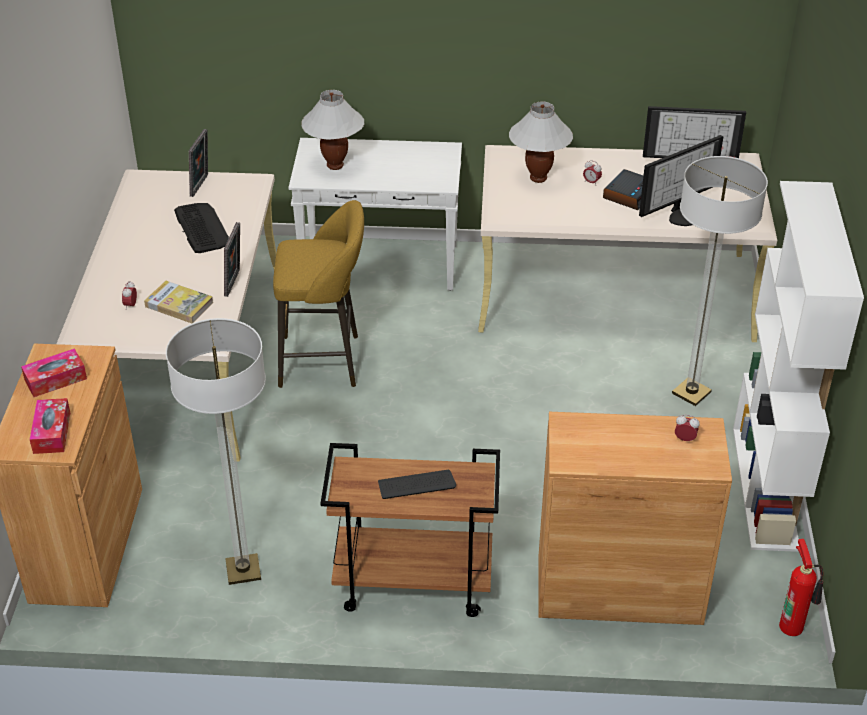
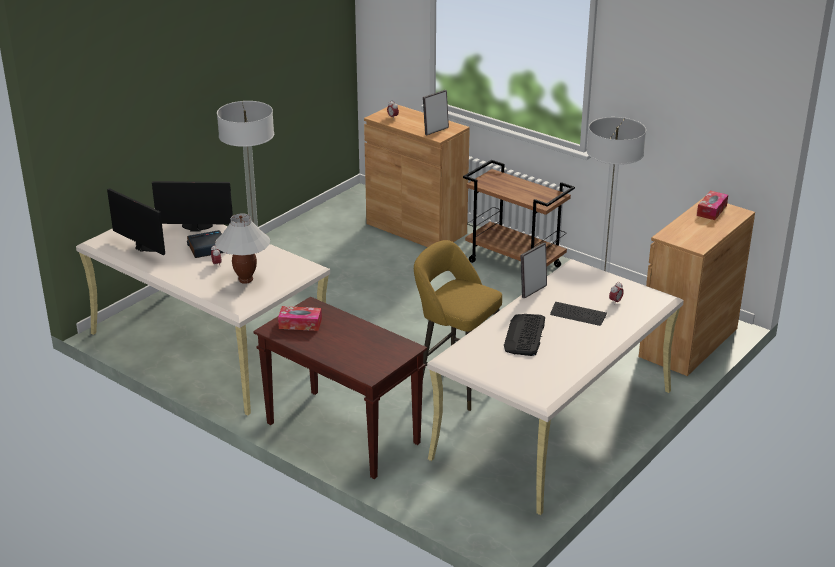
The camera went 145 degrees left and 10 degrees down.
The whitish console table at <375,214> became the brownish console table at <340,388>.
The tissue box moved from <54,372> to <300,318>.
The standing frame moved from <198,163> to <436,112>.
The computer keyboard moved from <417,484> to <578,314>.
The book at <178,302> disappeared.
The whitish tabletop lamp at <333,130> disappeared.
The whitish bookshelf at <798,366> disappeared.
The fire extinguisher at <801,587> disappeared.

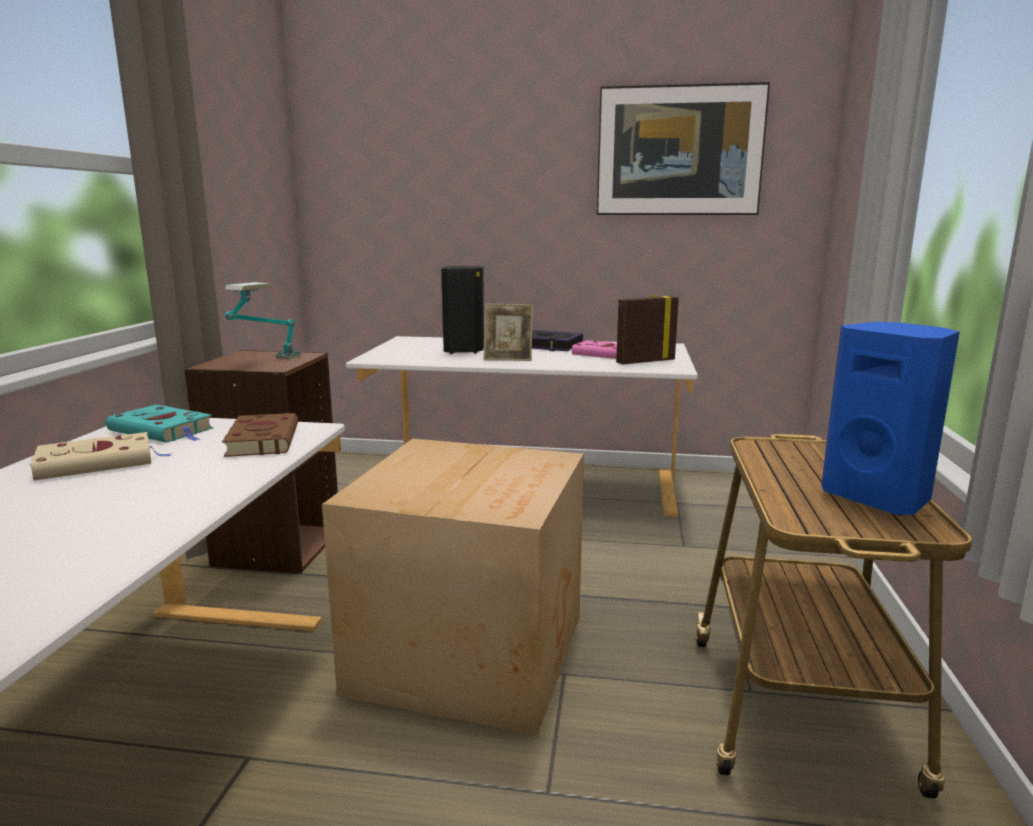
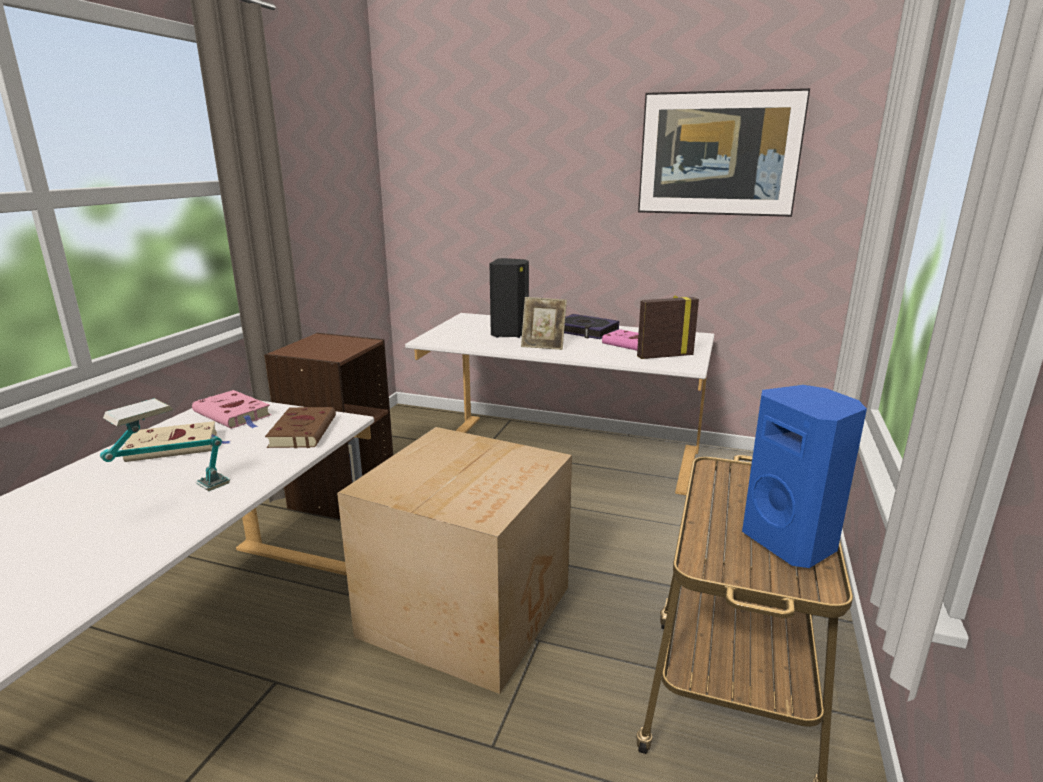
The camera went 10 degrees right and 5 degrees up.
The tabletop lamp moved from <263,320> to <165,444>.
The blue-green book at <159,424> became the pink-coloured book at <231,409>.

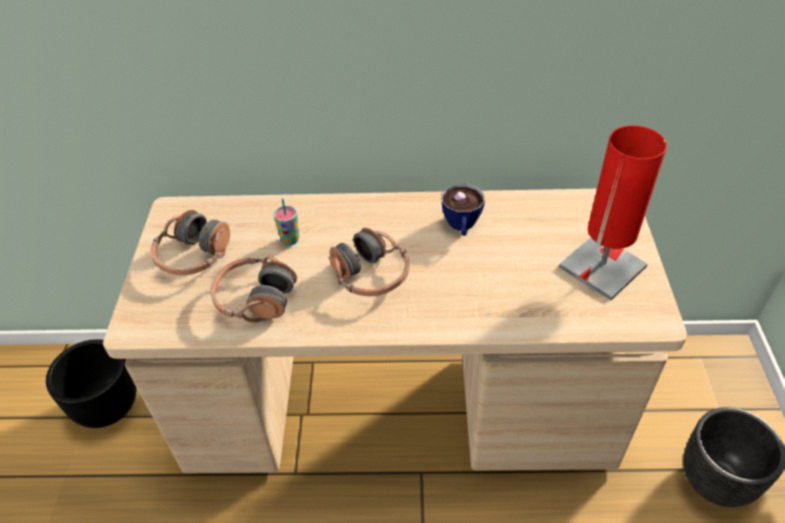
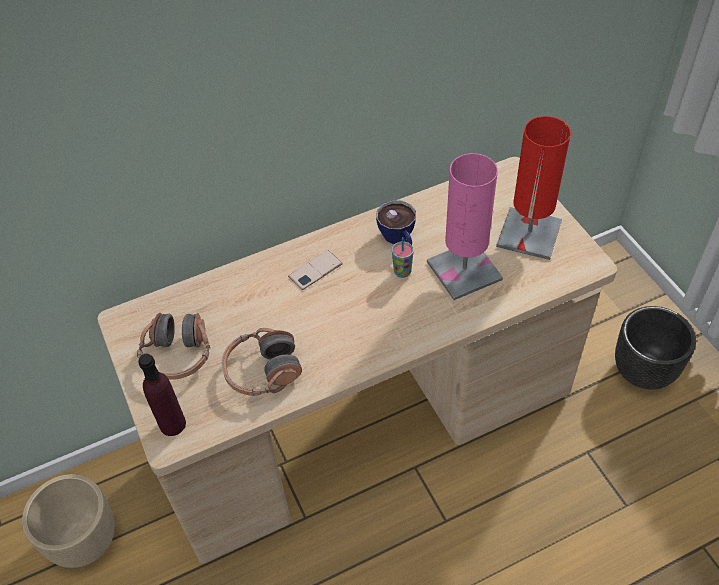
The camera went 25 degrees left and 5 degrees up.
The black planter at <91,383> became the beige-coloured planter at <68,521>.
The purple drink bottle at <162,395> appeared.
The telephone at <315,270> appeared.
The cup moved from <286,222> to <403,257>.
The pink-coloured tabletop lamp at <465,226> appeared.
The headphones at <369,262> disappeared.

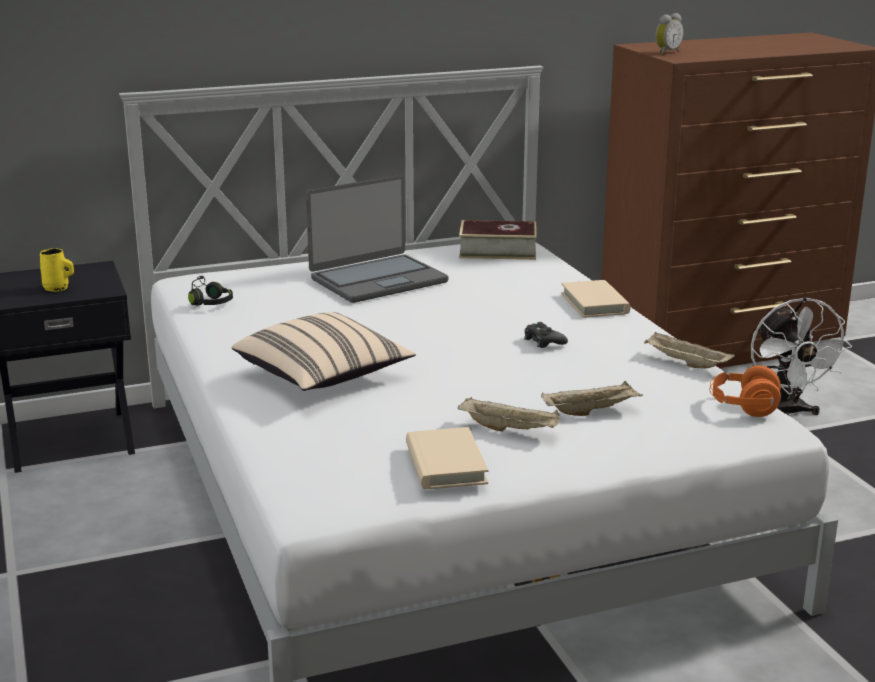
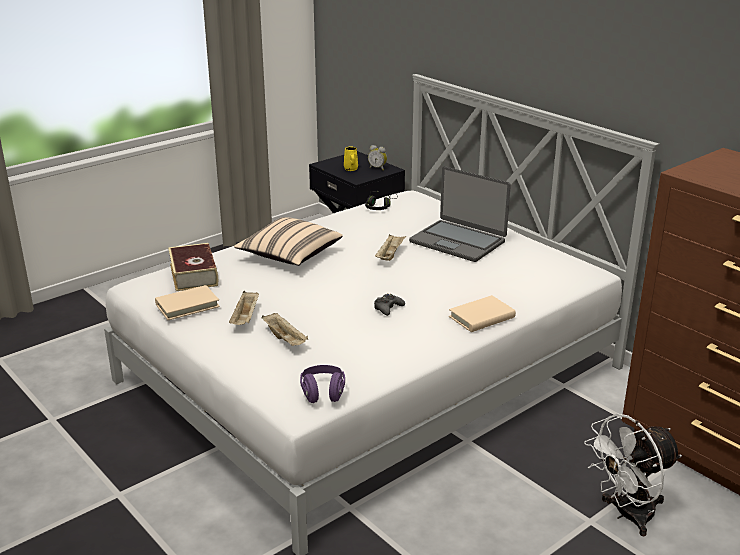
The camera went 70 degrees right and 5 degrees up.
The book moved from <498,240> to <193,267>.
The orangey headphones at <745,391> became the purple headphones at <322,384>.
The alarm clock moved from <669,34> to <377,157>.
The beige-coloured serving tray moved from <689,350> to <390,247>.

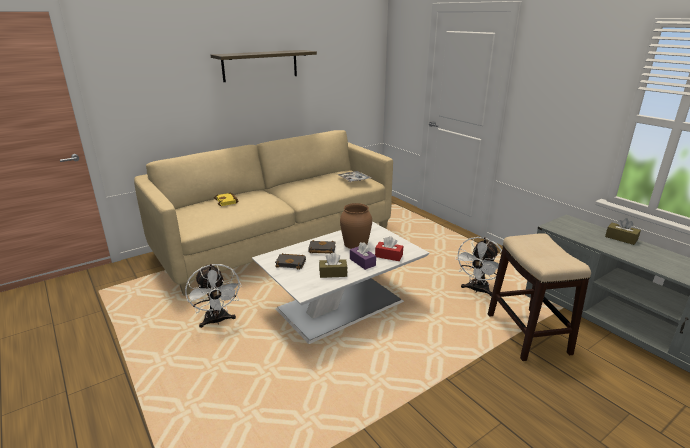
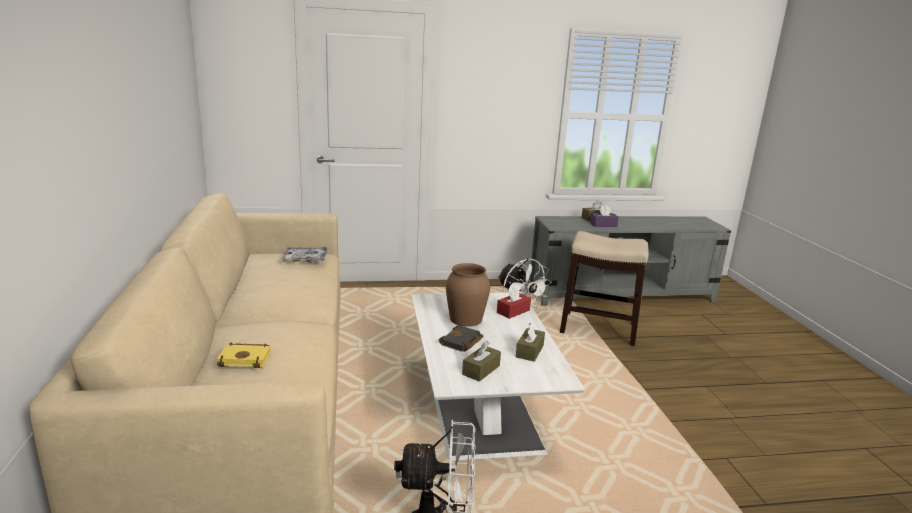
The camera went 65 degrees left and 5 degrees down.
The black book at <290,261> was replaced by the brownish tissue box at <481,361>.
The purple tissue box moved from <363,256> to <604,216>.
The bracket shelf at <264,66> disappeared.

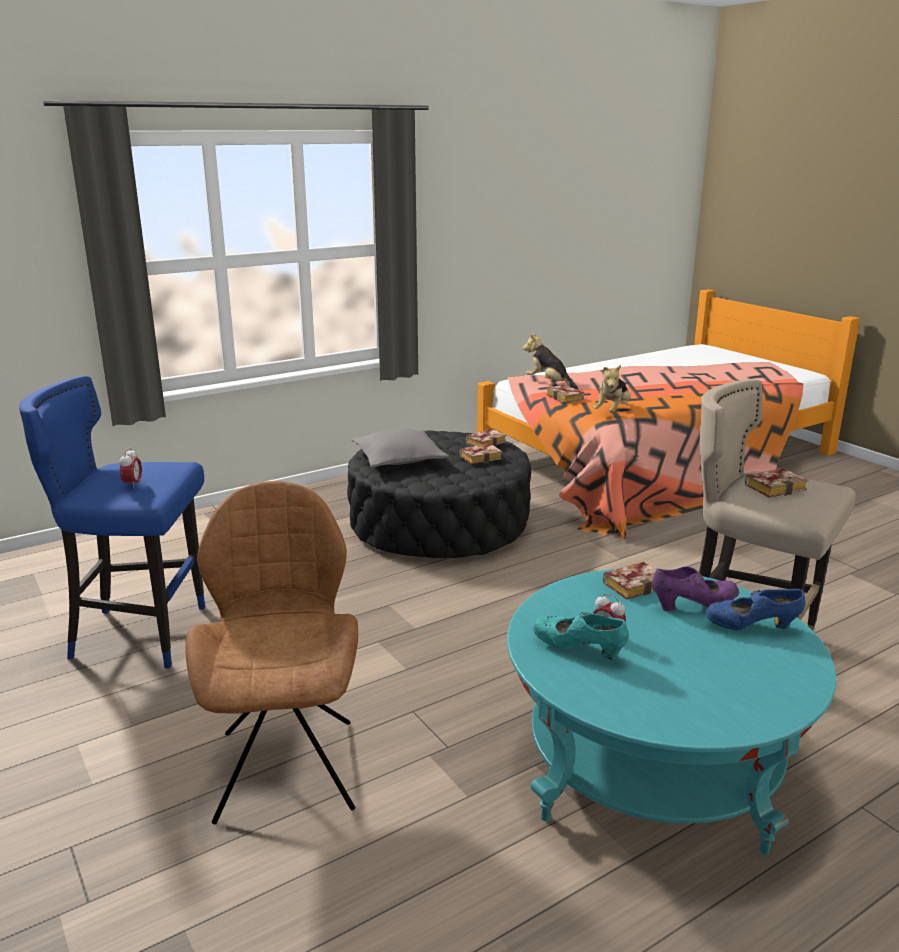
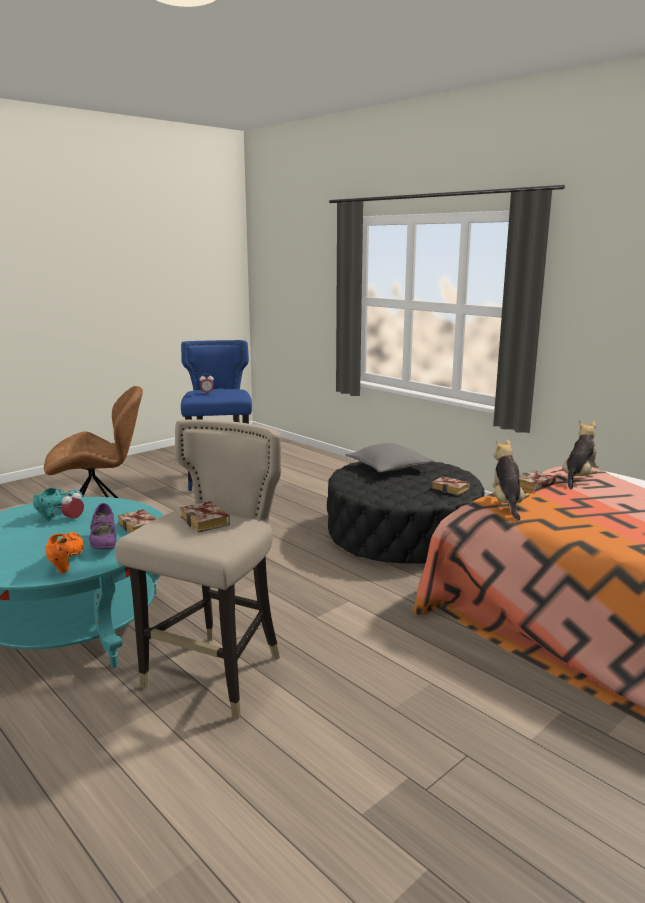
The camera went 80 degrees right and 5 degrees down.
The bluish low shoe at <755,609> became the orangey low shoe at <65,553>.
The cuddly toy at <612,389> turned 75 degrees clockwise.
The book at <481,454> disappeared.

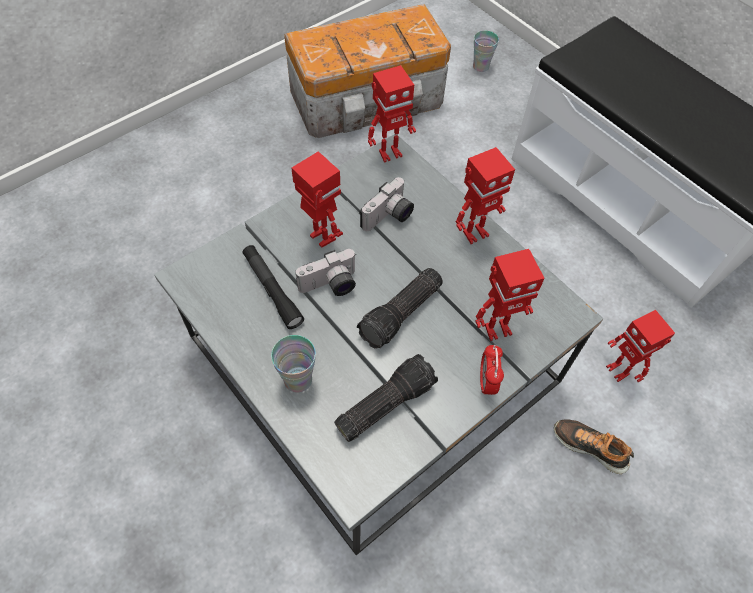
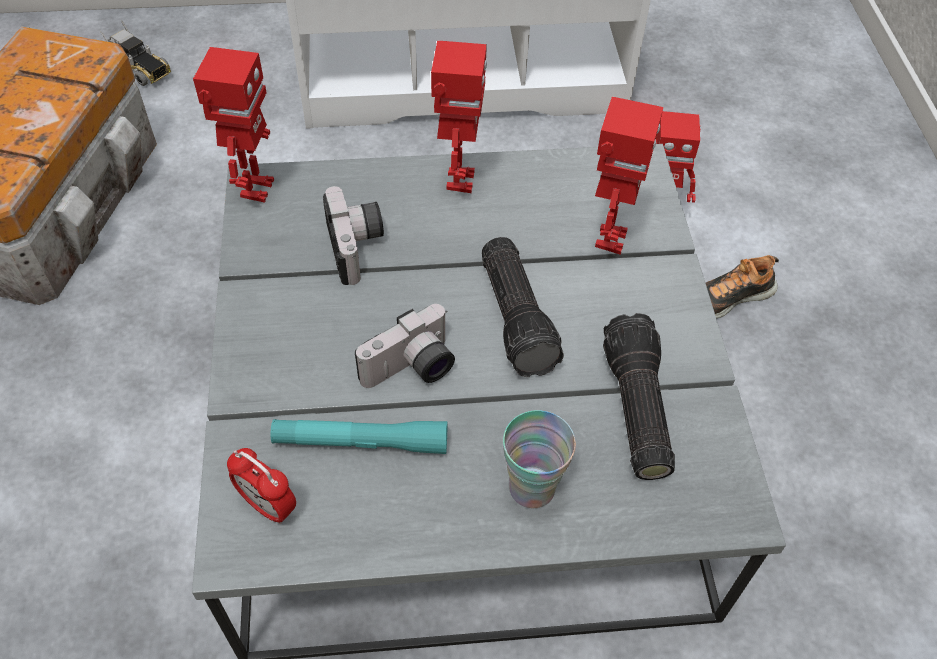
The camera went 55 degrees left and 5 degrees down.
The cup at <486,51> was replaced by the toy truck at <136,53>.
The alarm clock moved from <492,370> to <261,486>.
The black torch at <273,287> became the blue-green torch at <359,436>.
The photo camera at <325,272> turned 45 degrees clockwise.
The toy robot at <317,199> disappeared.

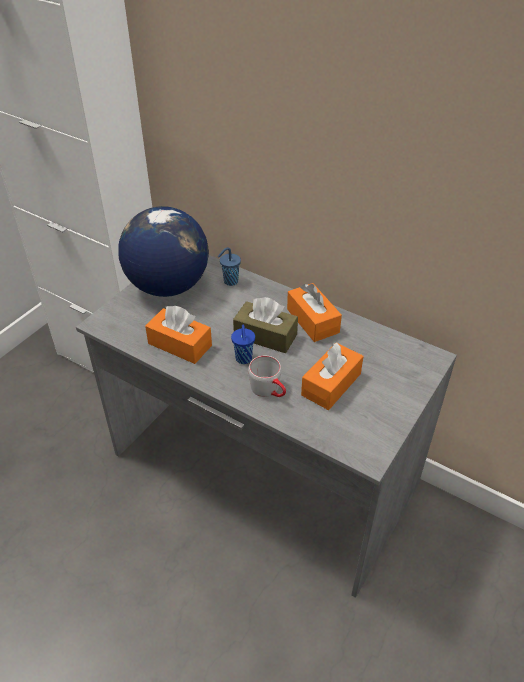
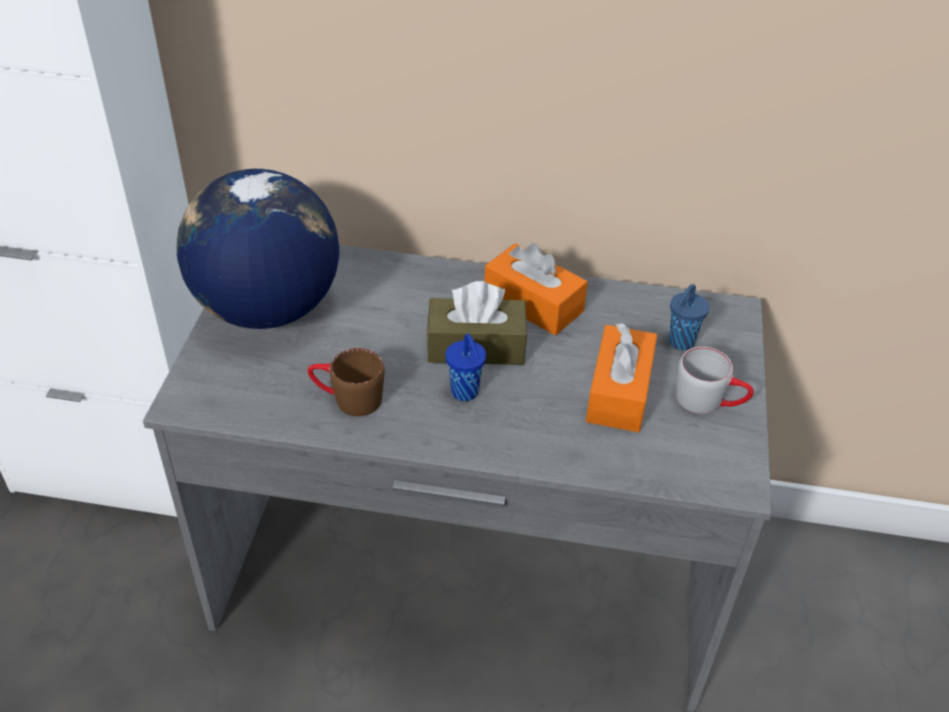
The camera went 25 degrees left and 0 degrees up.
The orangey tissue box at <178,335> was replaced by the brownish tea mug at <346,382>.
The bluish cup moved from <229,266> to <689,317>.
The grey tea mug moved from <267,376> to <715,380>.

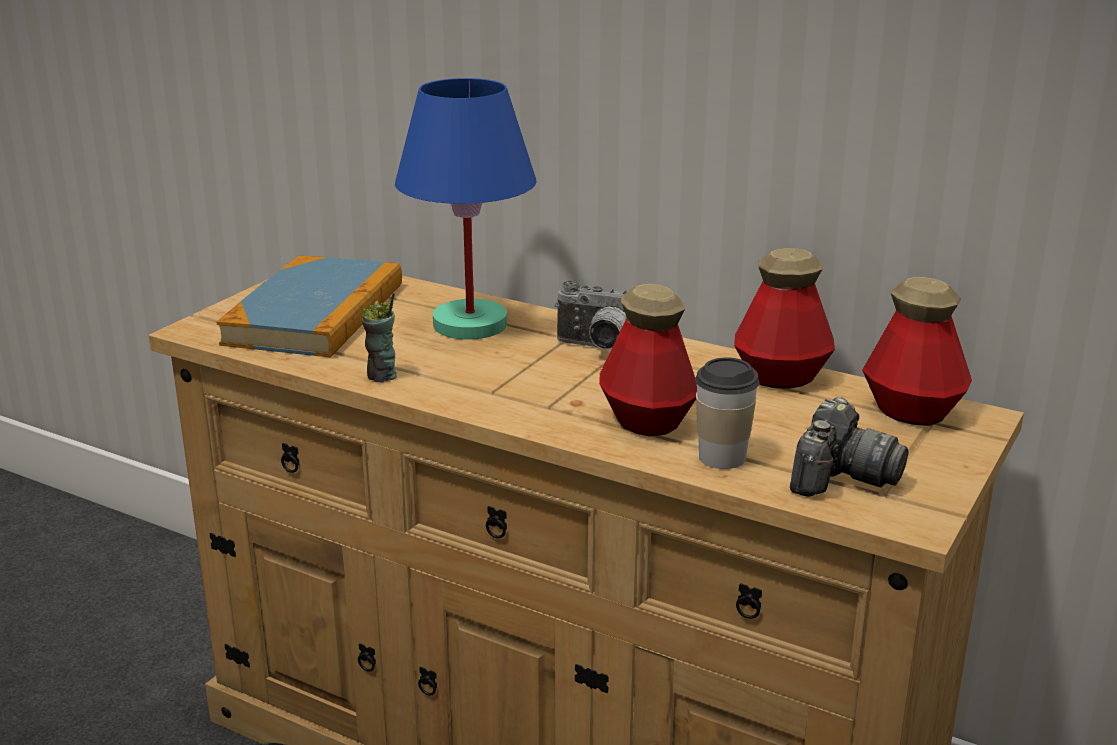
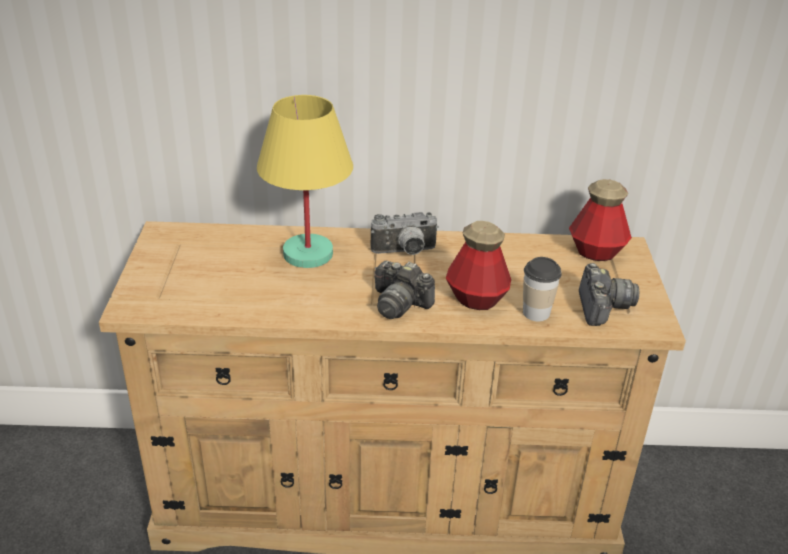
The camera went 30 degrees left and 10 degrees up.
The bluish tabletop lamp at <465,209> became the yellow-coloured tabletop lamp at <305,181>.
The photo camera at <404,289> appeared.
The book at <309,306> disappeared.
The cup at <379,337> disappeared.
The drink bottle at <784,318> disappeared.

